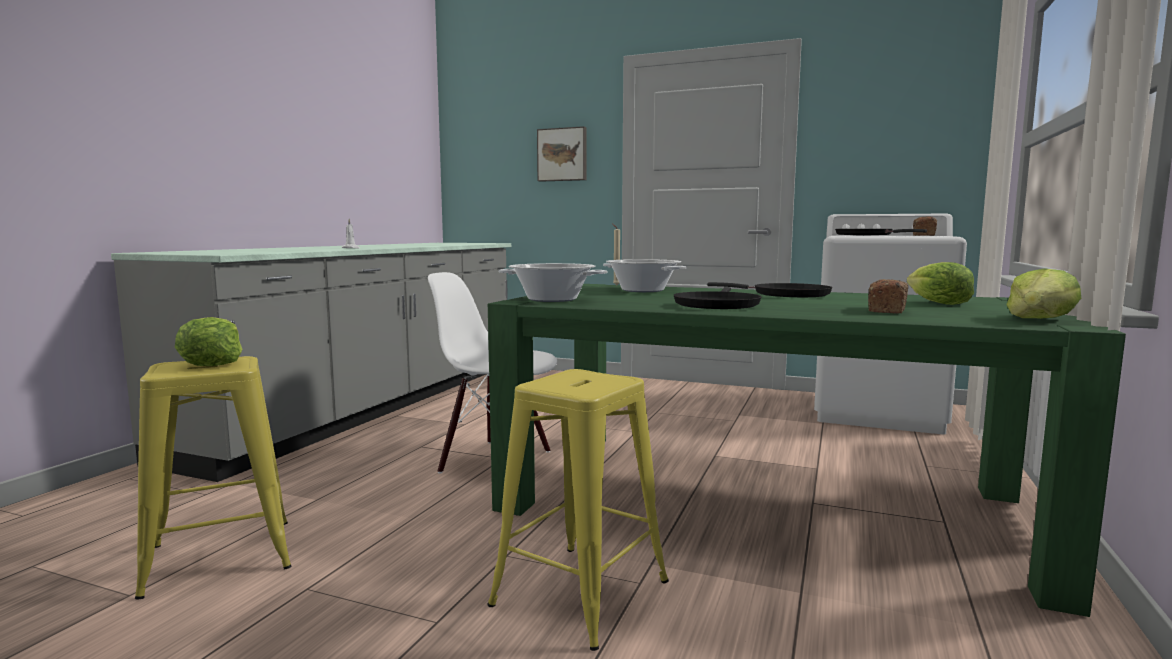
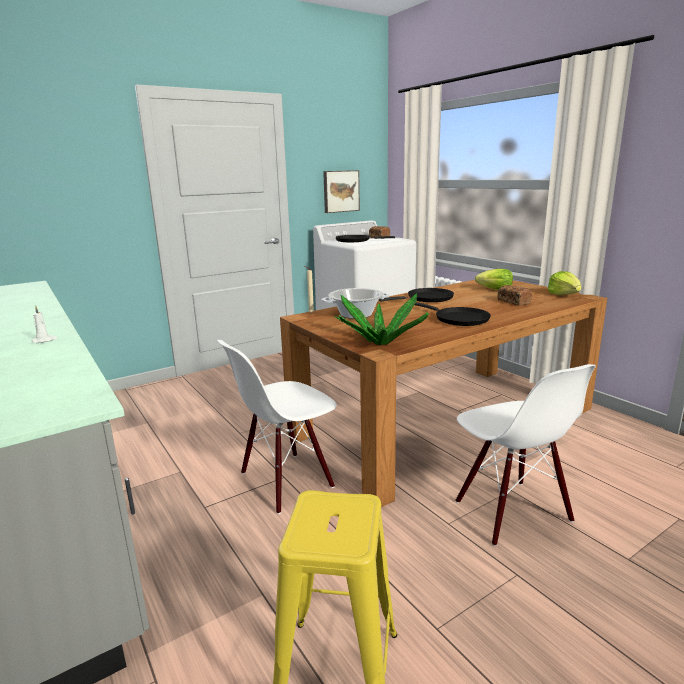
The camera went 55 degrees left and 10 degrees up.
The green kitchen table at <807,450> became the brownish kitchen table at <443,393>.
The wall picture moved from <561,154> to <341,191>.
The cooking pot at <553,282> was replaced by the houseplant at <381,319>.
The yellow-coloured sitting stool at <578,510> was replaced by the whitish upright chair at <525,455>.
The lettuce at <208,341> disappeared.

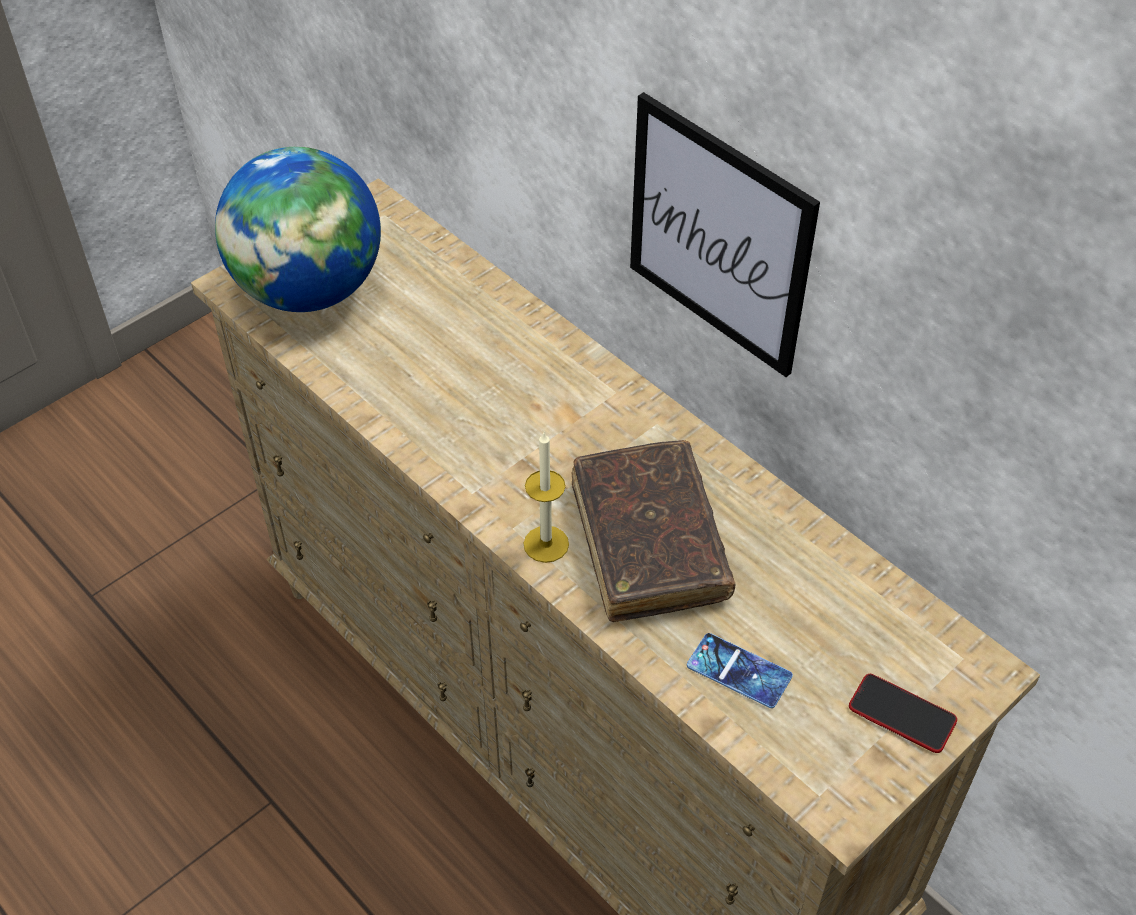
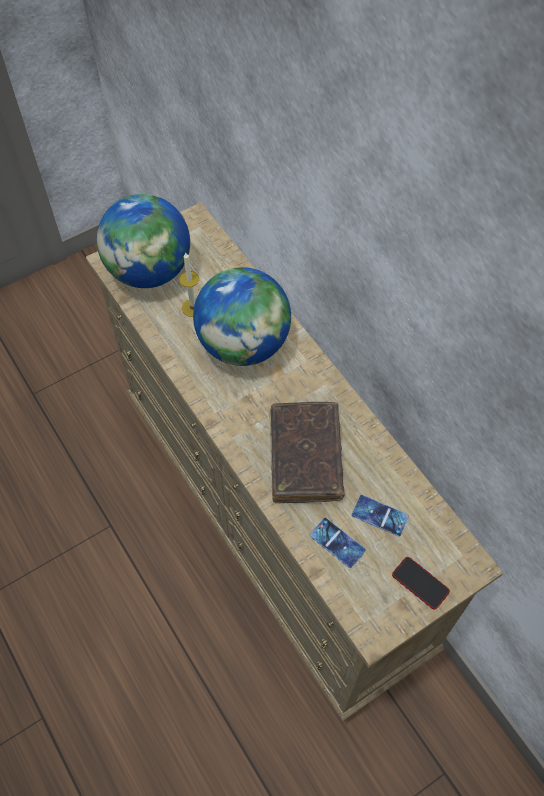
The camera went 10 degrees right and 10 degrees up.
The candle moved from <546,497> to <189,285>.
The desk globe at <242,316> appeared.
The telephone at <380,515> appeared.
The wall picture at <725,234> disappeared.

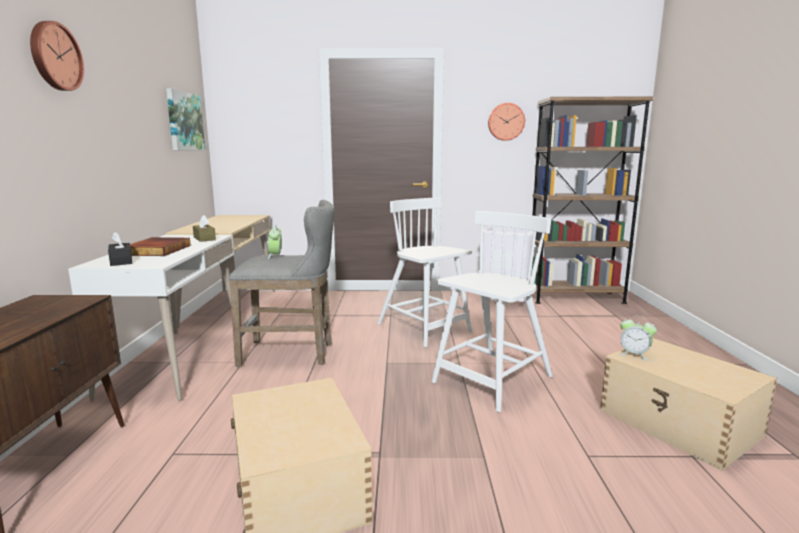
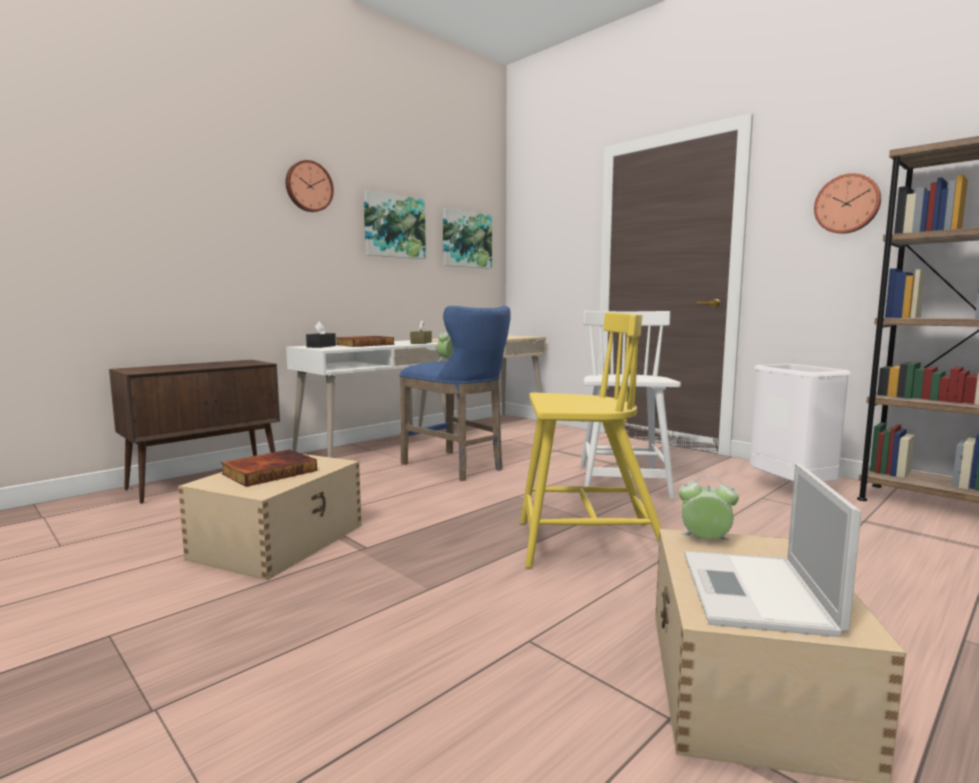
The camera went 45 degrees right and 5 degrees down.
The book at <269,468> appeared.
The wall picture at <395,224> appeared.
The grey sitting stool at <282,283> became the bluish sitting stool at <455,393>.
The whitish upright chair at <492,311> became the yellow-coloured upright chair at <591,440>.
The alarm clock at <638,338> turned 120 degrees clockwise.
The portable computer at <772,550> appeared.

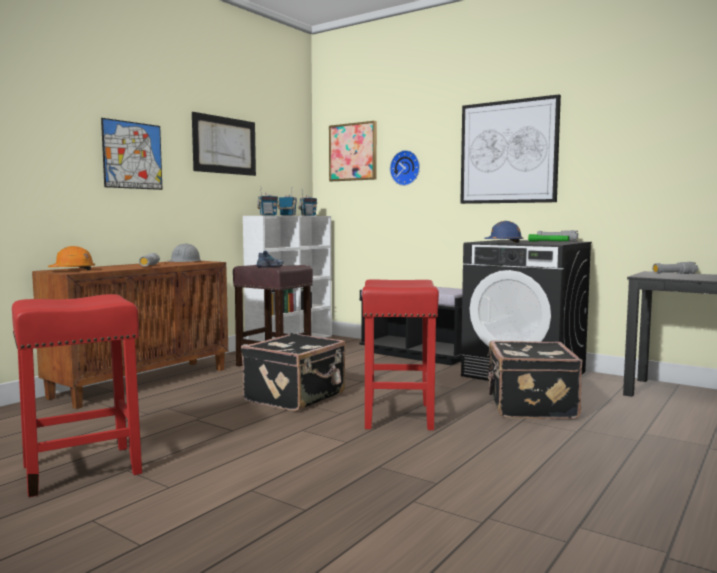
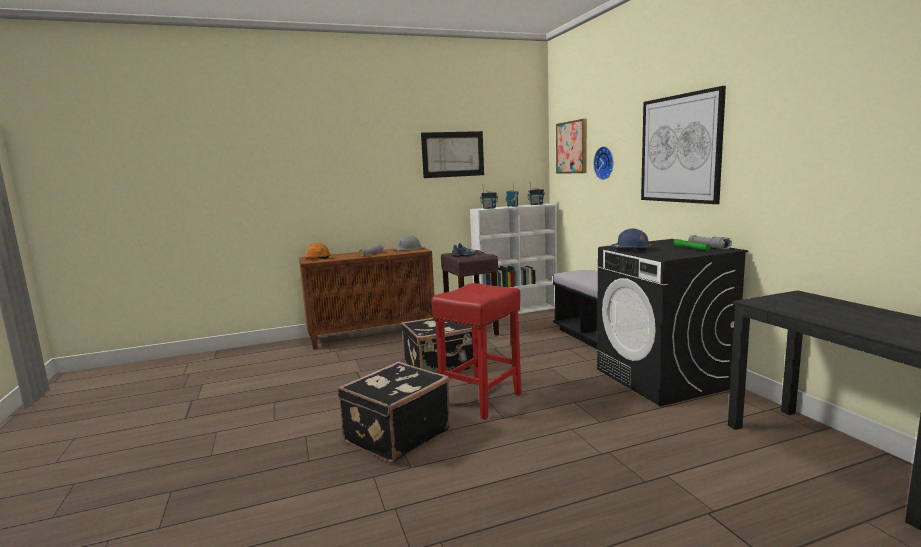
The camera went 35 degrees right and 5 degrees up.
The black suitcase moved from <535,380> to <394,412>.
The reddish sitting stool at <77,395> disappeared.
The wall picture at <132,154> disappeared.
The grey torch at <675,268> disappeared.

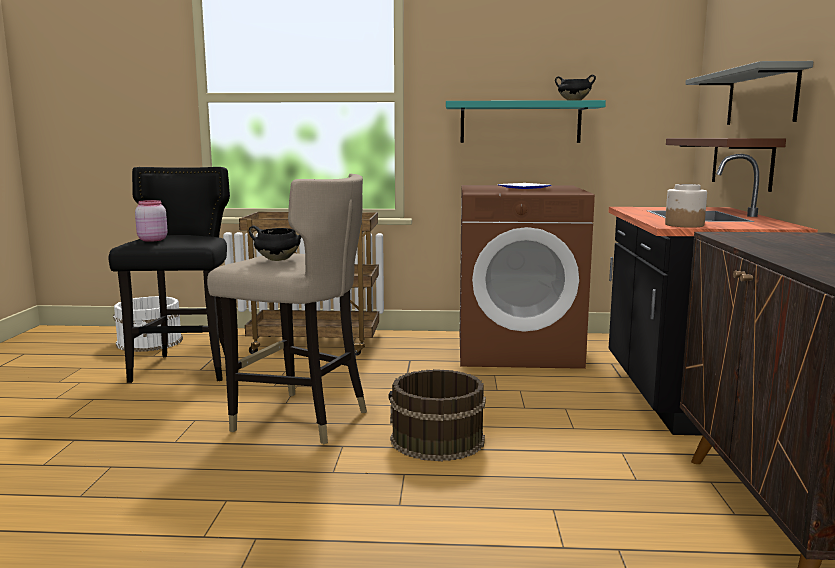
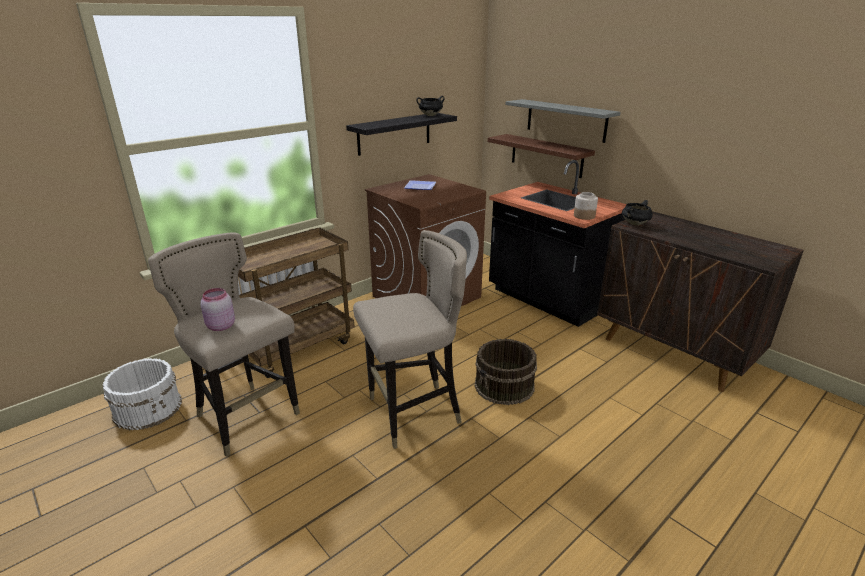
The camera went 45 degrees left and 15 degrees up.
The black sitting stool at <169,275> became the beige-coloured sitting stool at <224,344>.
The blue-green bracket shelf at <526,121> became the black bracket shelf at <401,134>.
The black cooking pot moved from <275,243> to <637,212>.

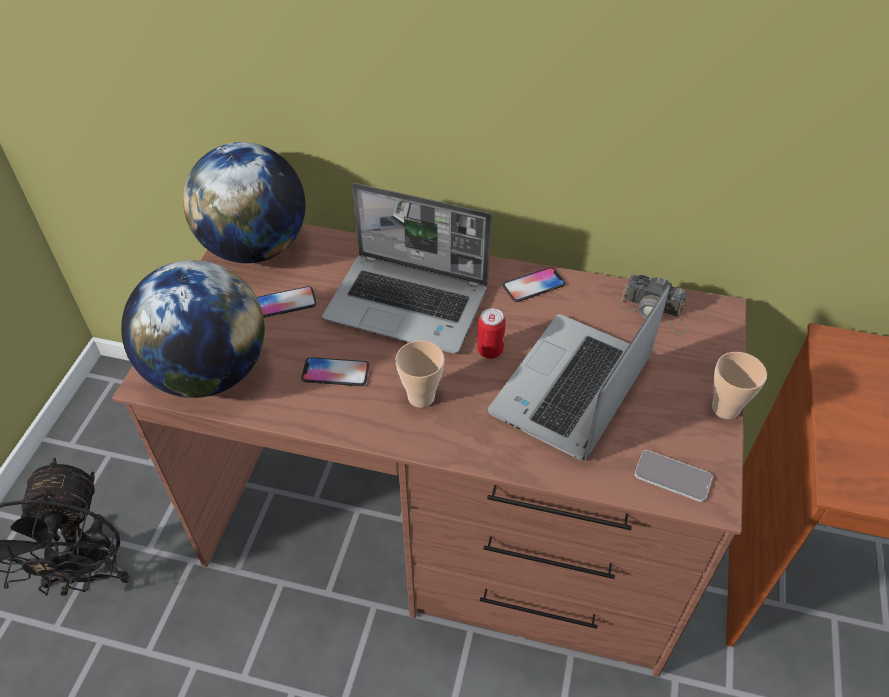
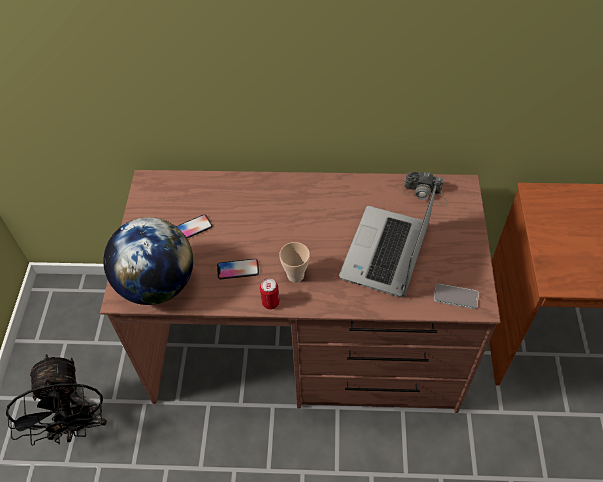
The camera went 10 degrees left and 5 degrees up.
The can moved from <491,333> to <270,294>.
The desk globe at <244,202> disappeared.
The portable computer at <407,268> disappeared.
The telephone at <534,284> disappeared.
The cup at <739,385> disappeared.

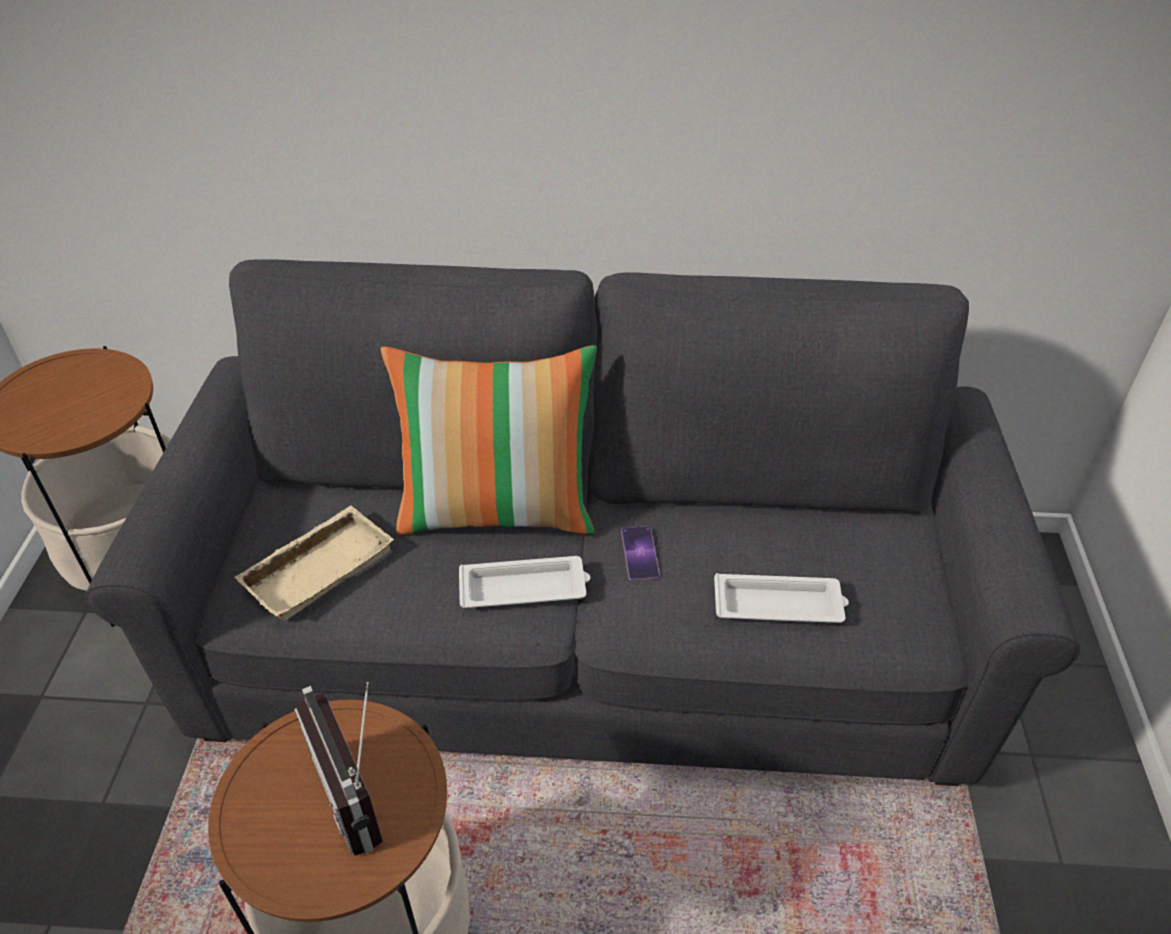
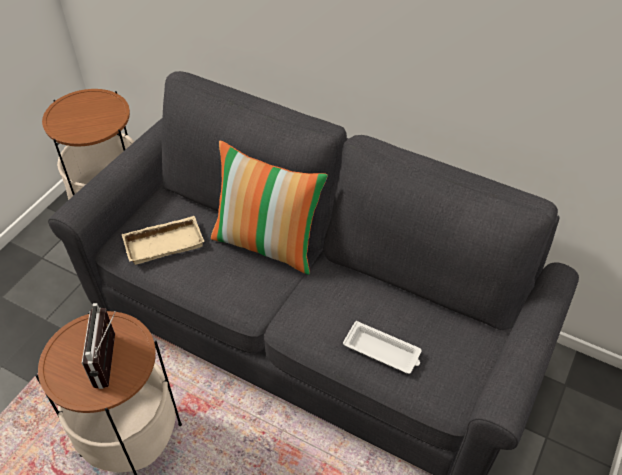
The camera went 25 degrees right and 5 degrees up.
The whitish serving tray at <524,582> disappeared.
The telephone at <640,553> disappeared.

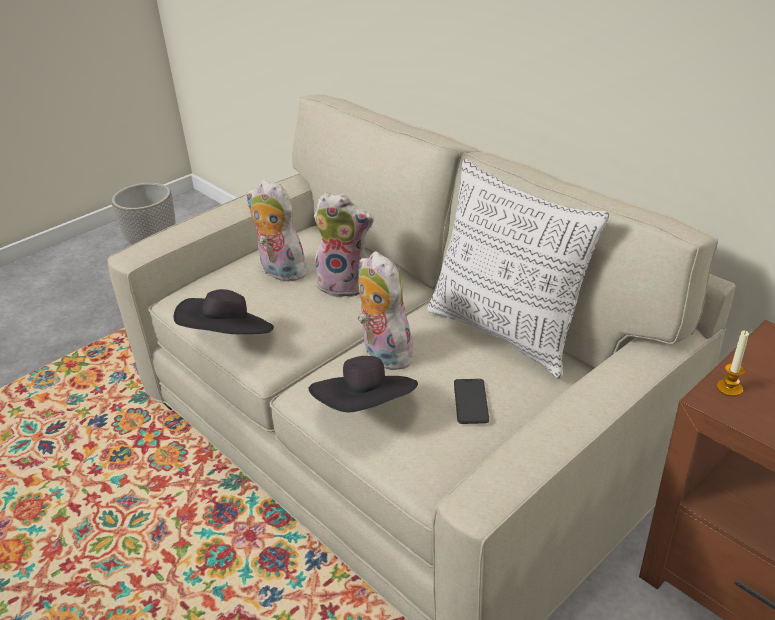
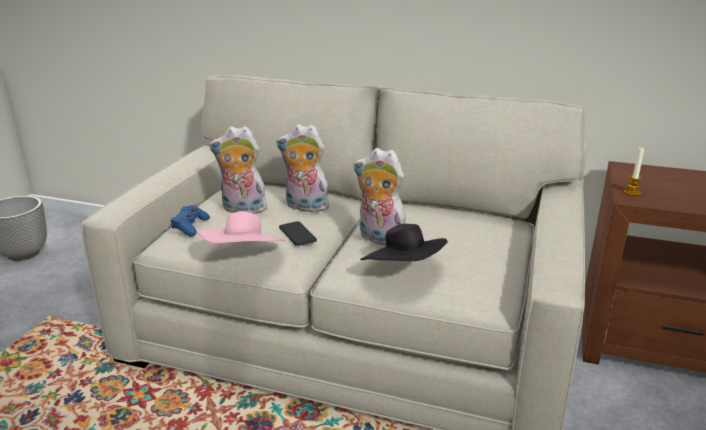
The camera went 30 degrees left and 10 degrees down.
The bluish game controller at <190,220> appeared.
The black hat at <224,311> became the pink-coloured hat at <241,227>.
The cuddly toy at <344,244> turned 150 degrees counterclockwise.
The telephone moved from <471,401> to <298,233>.
The cushion at <518,269> disappeared.

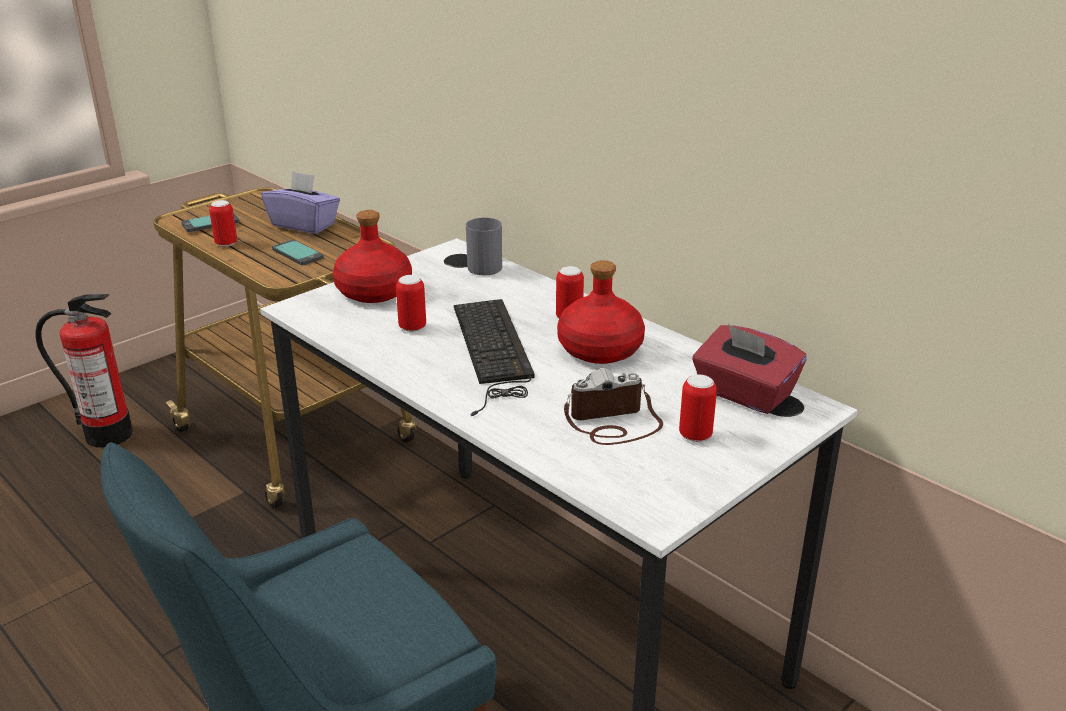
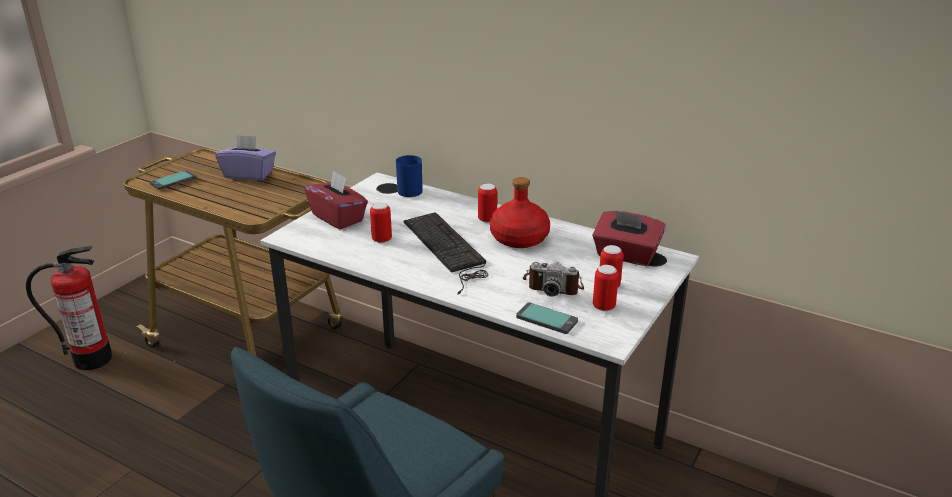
The camera went 15 degrees left and 0 degrees up.
The reddish drink bottle at <372,256> was replaced by the reddish tissue box at <336,199>.
The grey tea mug at <484,246> became the bluish tea mug at <409,176>.
The telephone moved from <298,252> to <547,318>.
The photo camera at <613,406> turned 135 degrees counterclockwise.
The can moved from <223,223> to <606,288>.

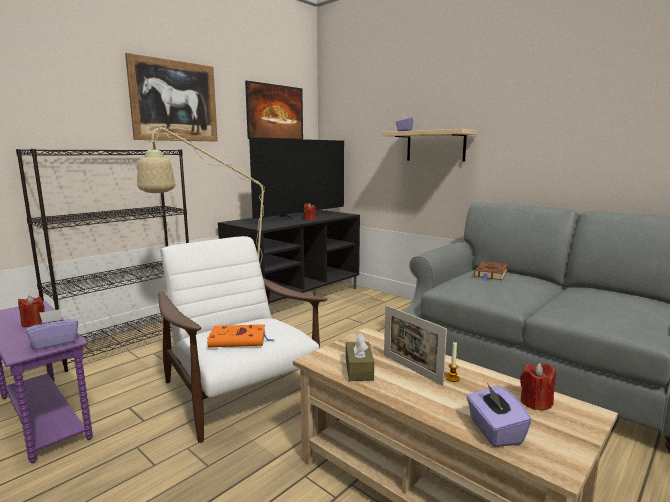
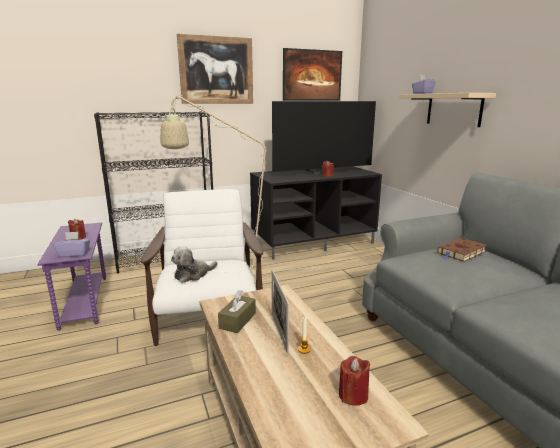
The camera went 25 degrees right and 5 degrees up.
The orangey book at <241,335> was replaced by the cuddly toy at <194,264>.
The purple tissue box at <499,415> disappeared.

